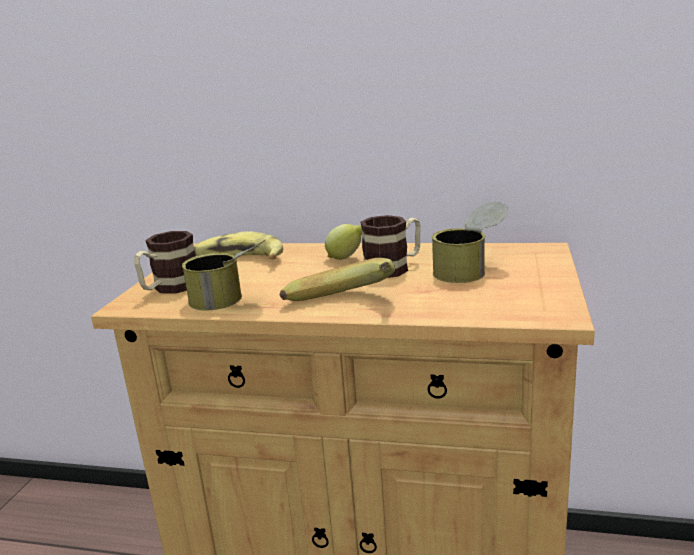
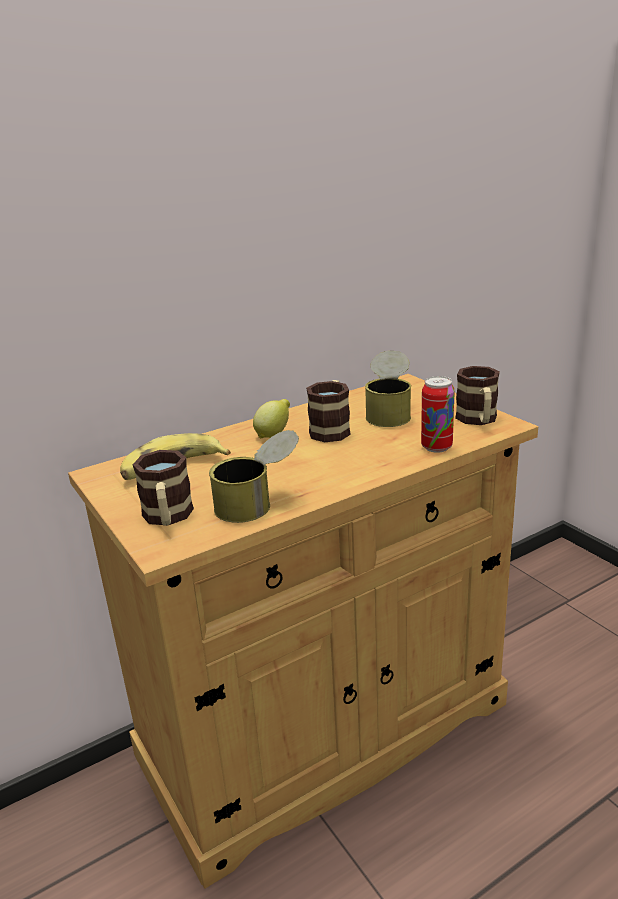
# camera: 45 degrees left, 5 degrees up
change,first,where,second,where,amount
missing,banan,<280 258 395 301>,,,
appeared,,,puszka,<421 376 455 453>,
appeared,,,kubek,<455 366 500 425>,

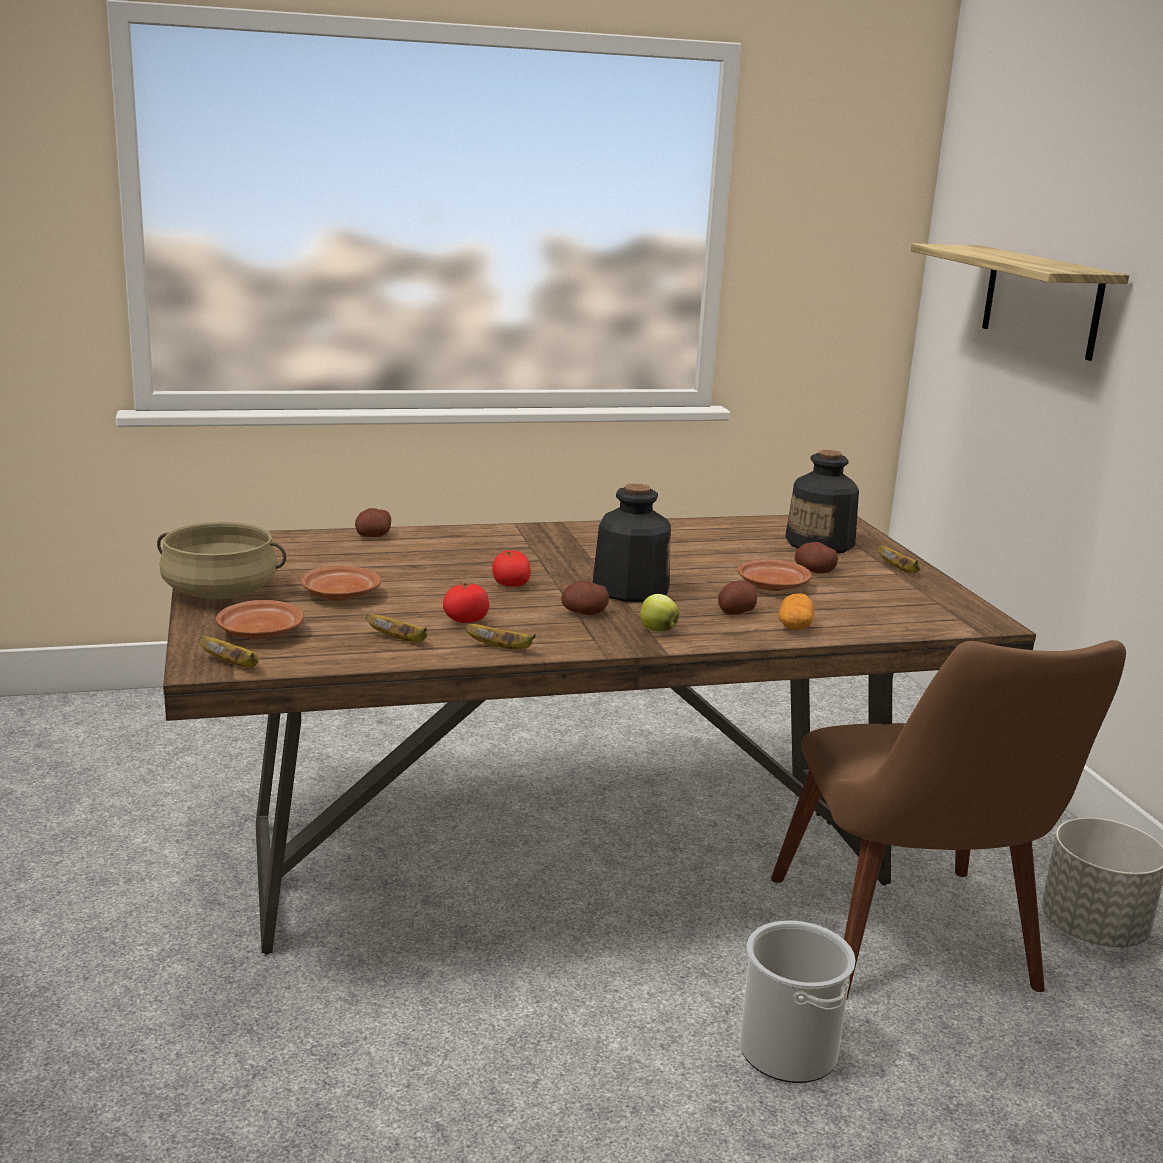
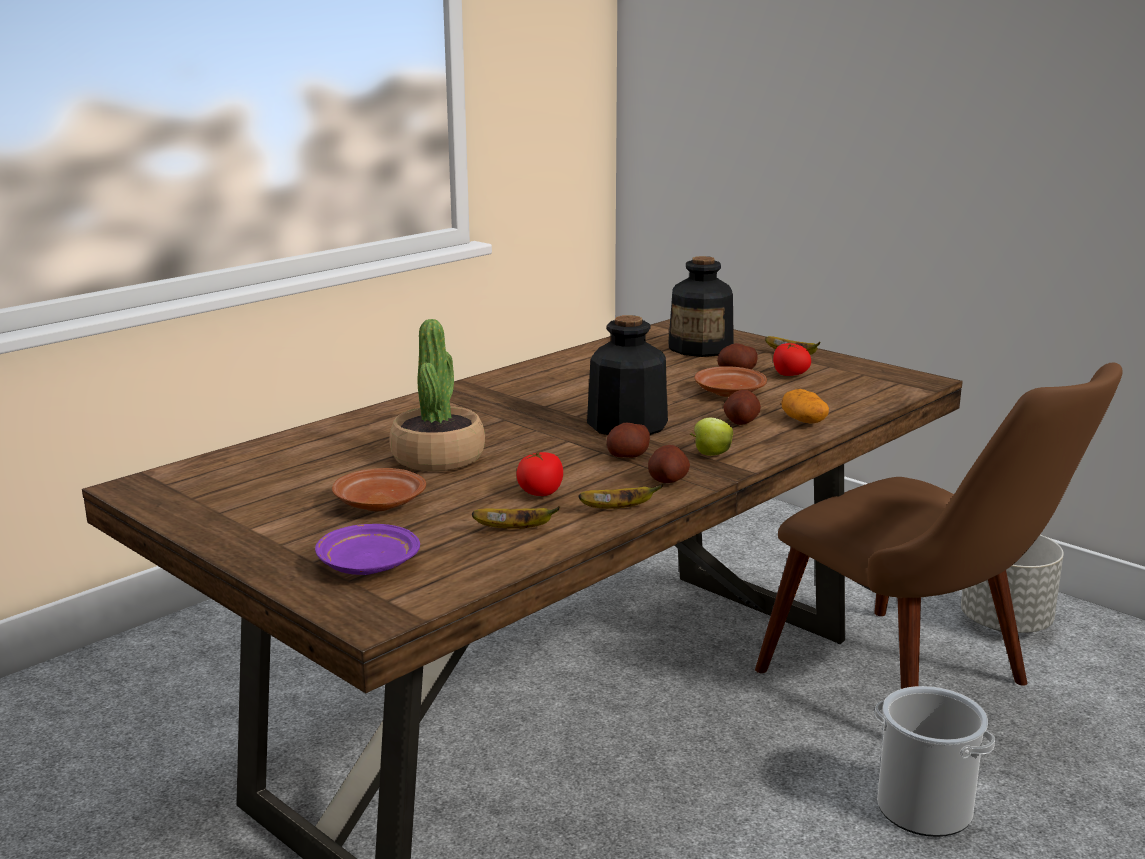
# camera: 30 degrees left, 0 degrees up
change,first,where,second,where,amount
missing,garnek (beżowy),<157 522 286 599>,,,
missing,banan,<198 636 259 668>,,,
missing,półka,<911 244 1129 361>,,,
appeared,,,roślina doniczkowa,<389 319 485 472>,
relocated,ziemniak,<355 508 391 537>,,<648 445 690 483>,
relocated,pomidor,<492 550 531 587>,,<773 343 811 376>,
colour,talerz (brązowy),<216 600 304 640>,talerz (fioletowy),<315 524 420 575>,

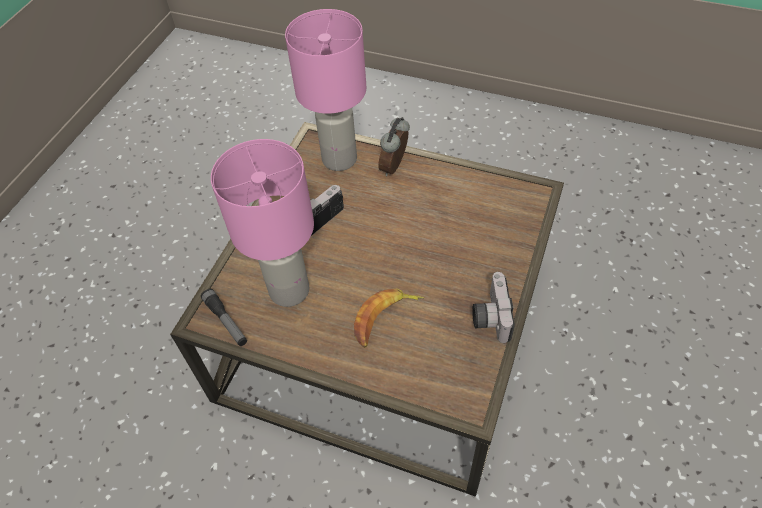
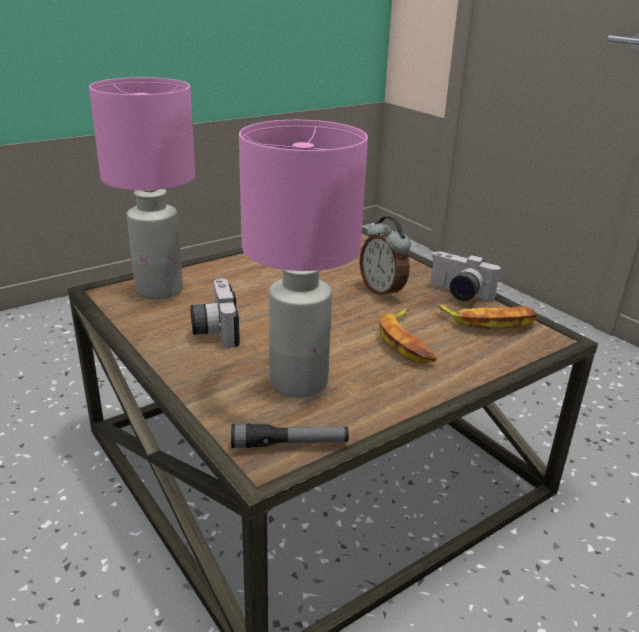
# camera: 60 degrees left, 25 degrees down
change,first,where,second,where,amount
appeared,,,banan,<438 304 537 329>,
relocated,budzik,<378 117 410 176>,,<360 216 411 300>,

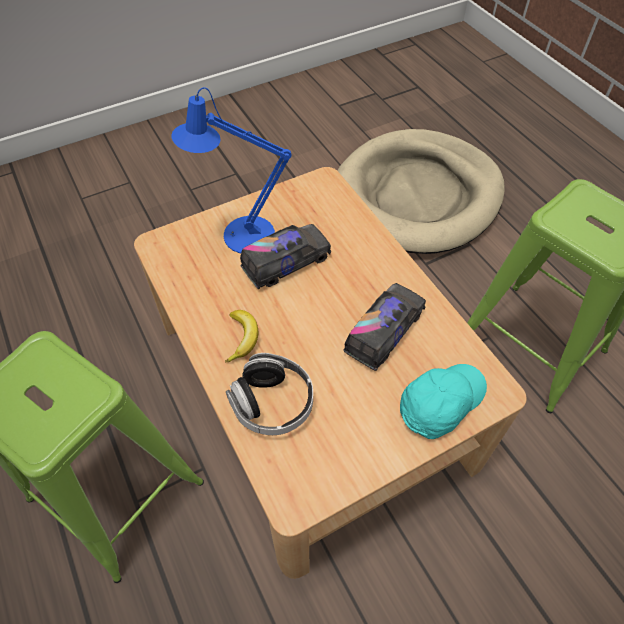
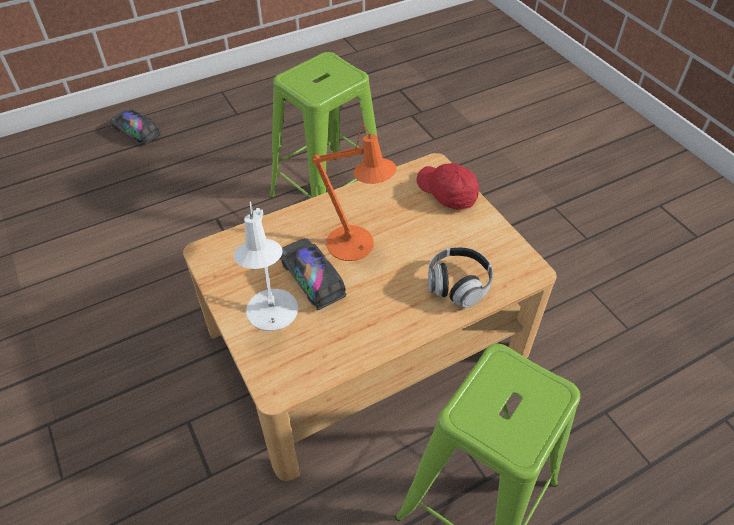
# camera: 90 degrees left, 5 degrees down
change,first,where,second,where,amount
missing,banan,<225 310 259 363>,,,
missing,legowisko (beżowy),<337 129 505 254>,,,
appeared,,,lampa stołowa (pomarańczowy),<312 125 397 261>,
relocated,ciężarówka zabawkowa,<343 283 426 371>,,<110 109 161 145>,
colour,lampa stołowa (niebieski),<172 87 292 253>,lampa stołowa (biały),<234 201 298 331>,
colour,czapka z daszkiem (turkusowy),<400 364 487 439>,czapka z daszkiem (czerwony),<417 163 479 210>,

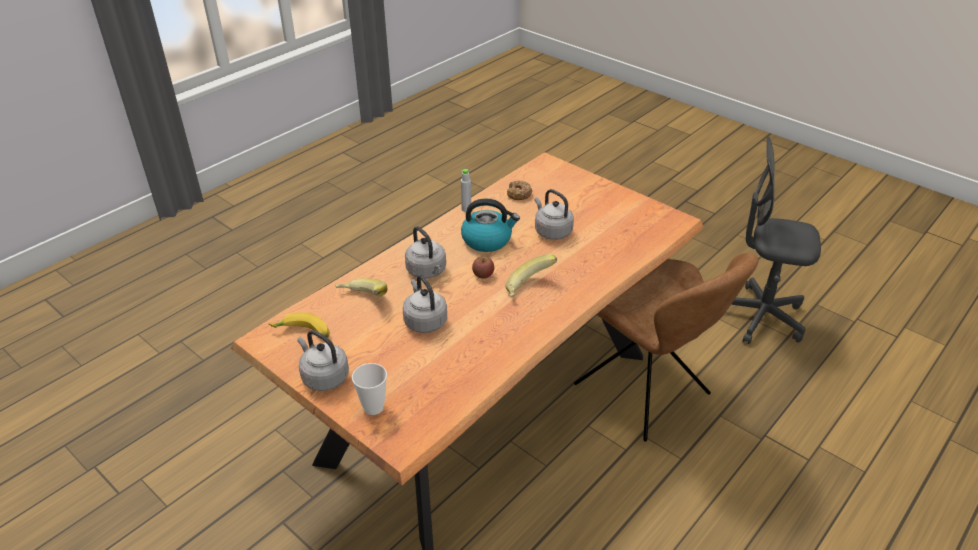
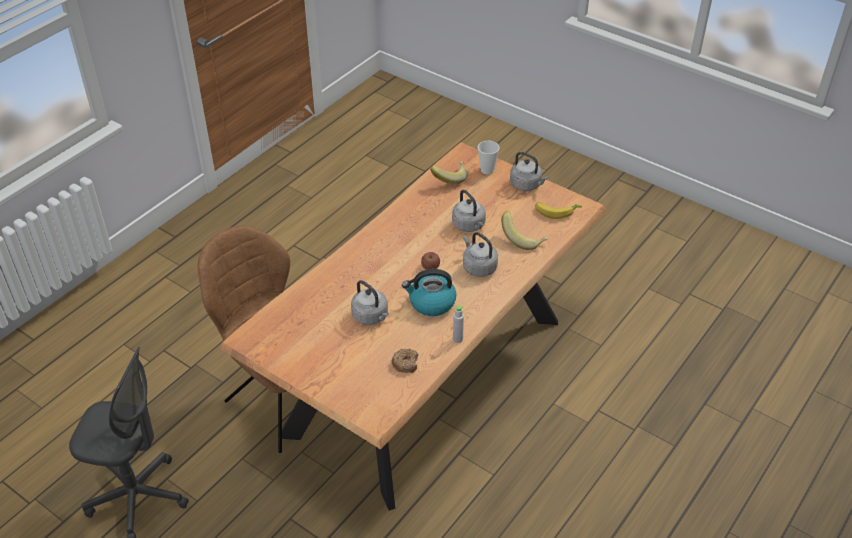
# camera: 175 degrees right, 5 degrees up
change,first,where,second,where,amount
relocated,banan,<505 254 557 297>,,<430 161 468 184>,

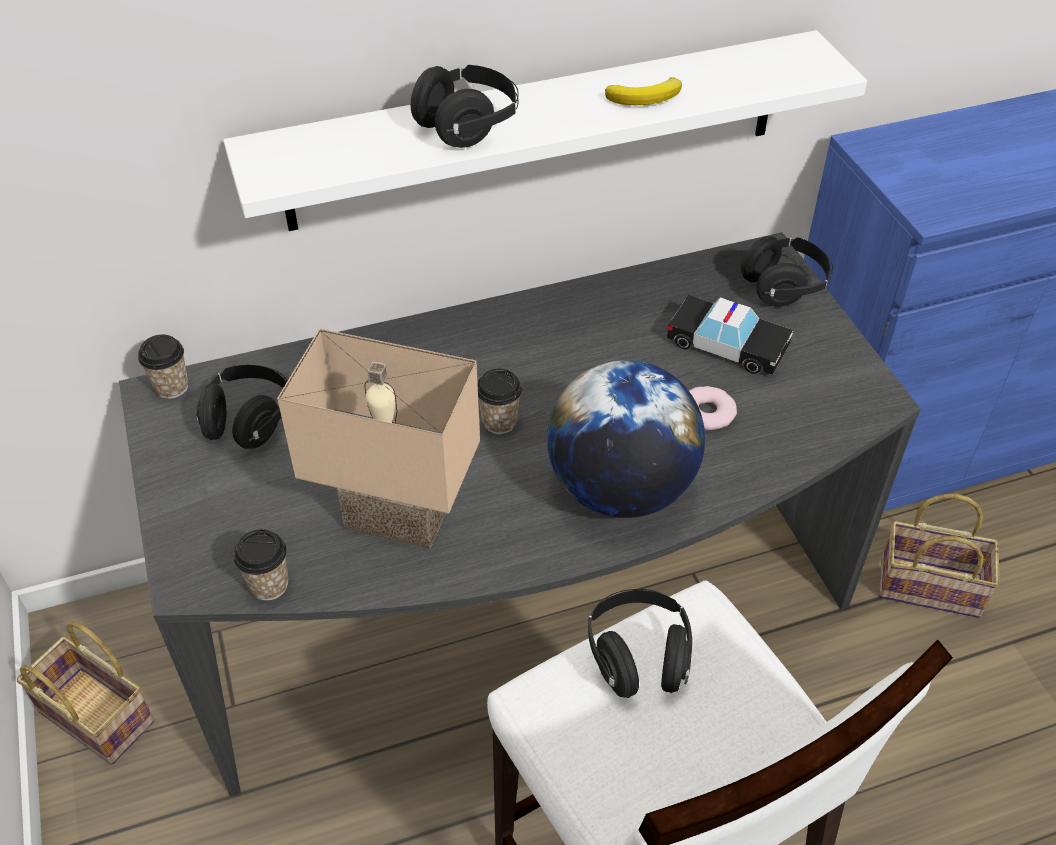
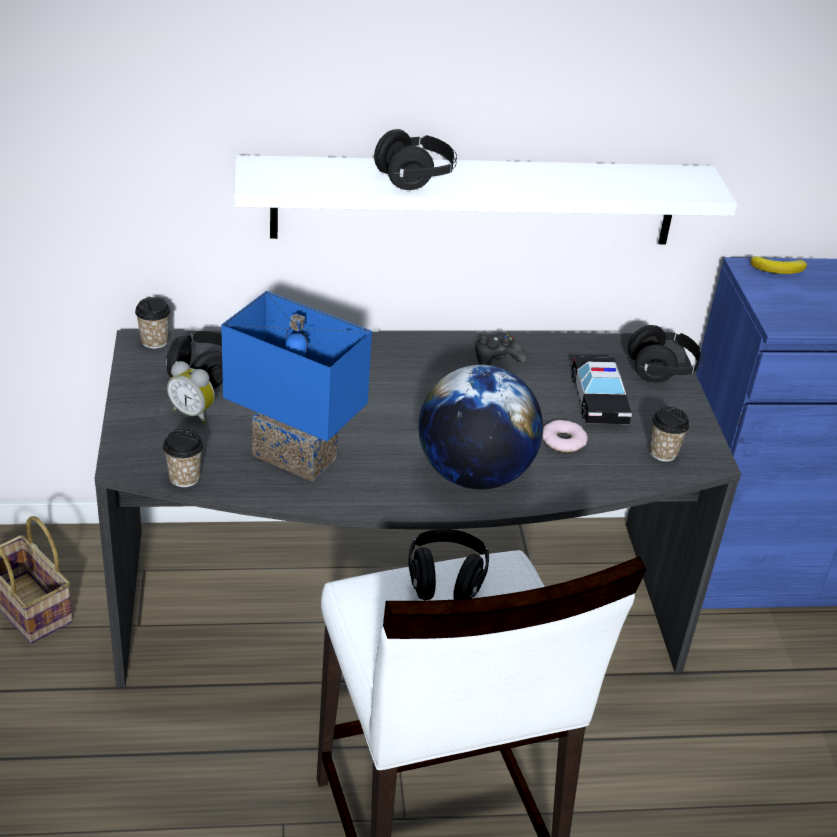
# camera: 10 degrees right, 10 degrees down
change,first,where,second,where,amount
missing,koszyk,<879 493 999 618>,,,
appeared,,,budzik,<167 361 215 424>,
appeared,,,pad do gier (czarny),<475 334 527 365>,
relocated,filiżanka,<477 369 522 434>,,<649 407 689 462>,
relocated,banan,<605 77 682 105>,,<751 256 807 274>,
colour,lampa stołowa (beżowy),<277 329 480 549>,lampa stołowa (niebieski),<221 291 372 482>,
spun,samochodzik,<667 295 793 375>,,<572 357 632 424>,45 degrees clockwise

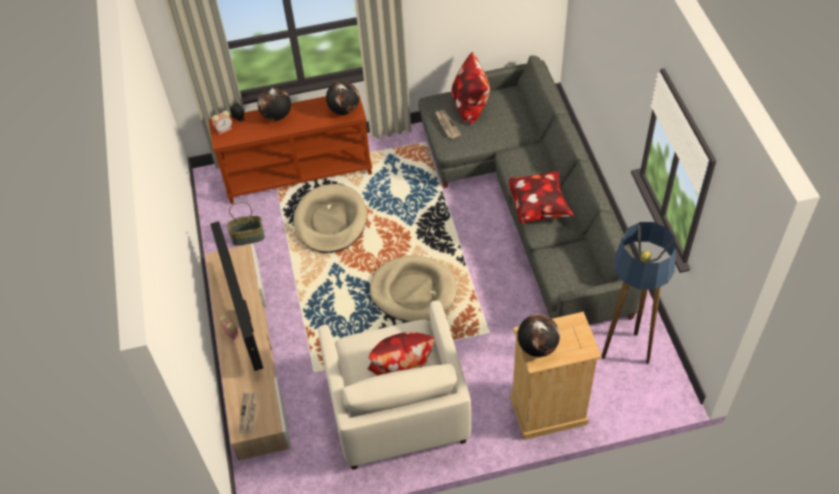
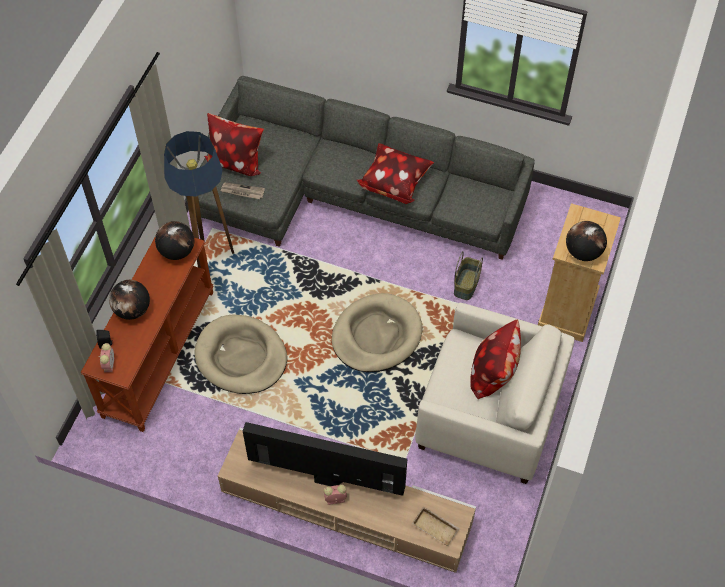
# camera: 60 degrees left, 5 degrees up
change,first,where,second,where,amount
relocated,koszyk,<227 202 265 246>,,<454 251 483 300>,
relocated,lampa stojąca,<602 222 676 364>,,<164 131 234 276>,
exchanged,gazeta,<239 392 259 433>,taca (beżowy),<412 506 460 546>,

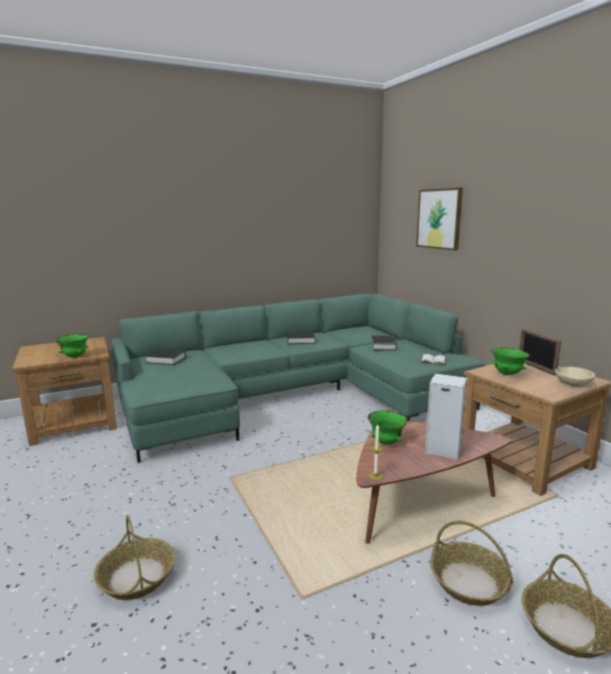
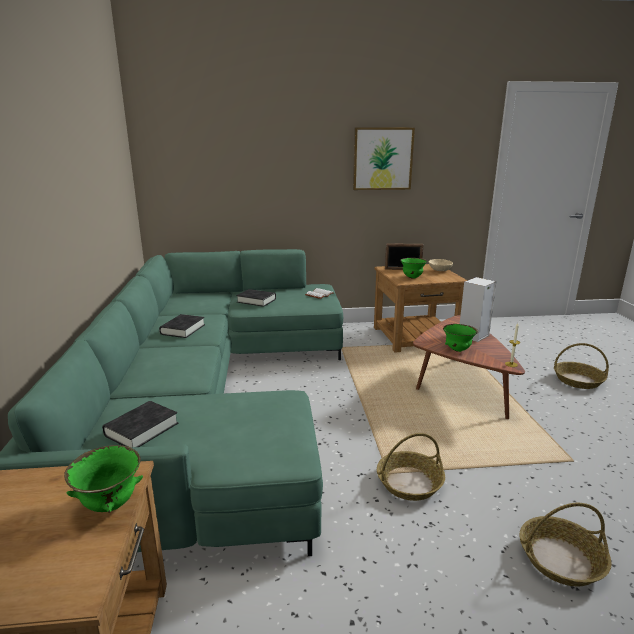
# camera: 70 degrees left, 5 degrees up
change,first,where,second,where,amount
relocated,obraz,<416 188 463 250>,,<353 128 415 190>,
relocated,koszyk,<430 521 513 606>,,<377 433 445 501>,

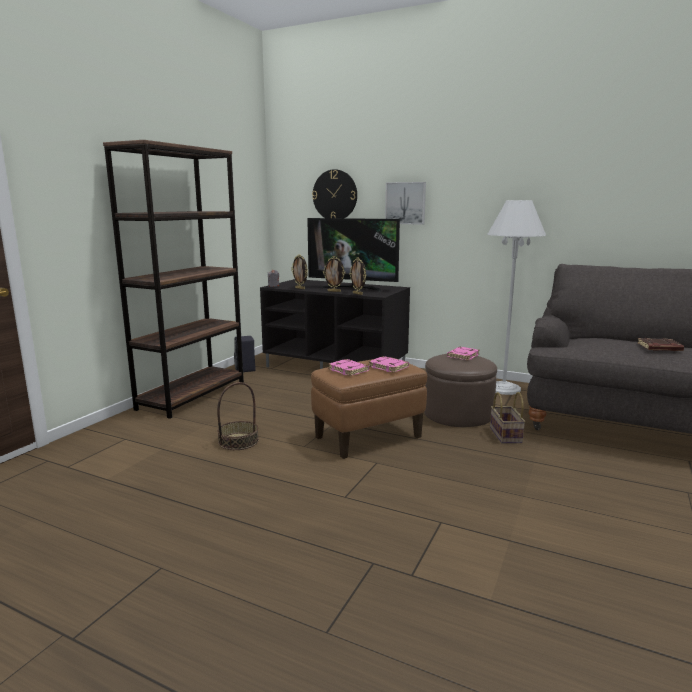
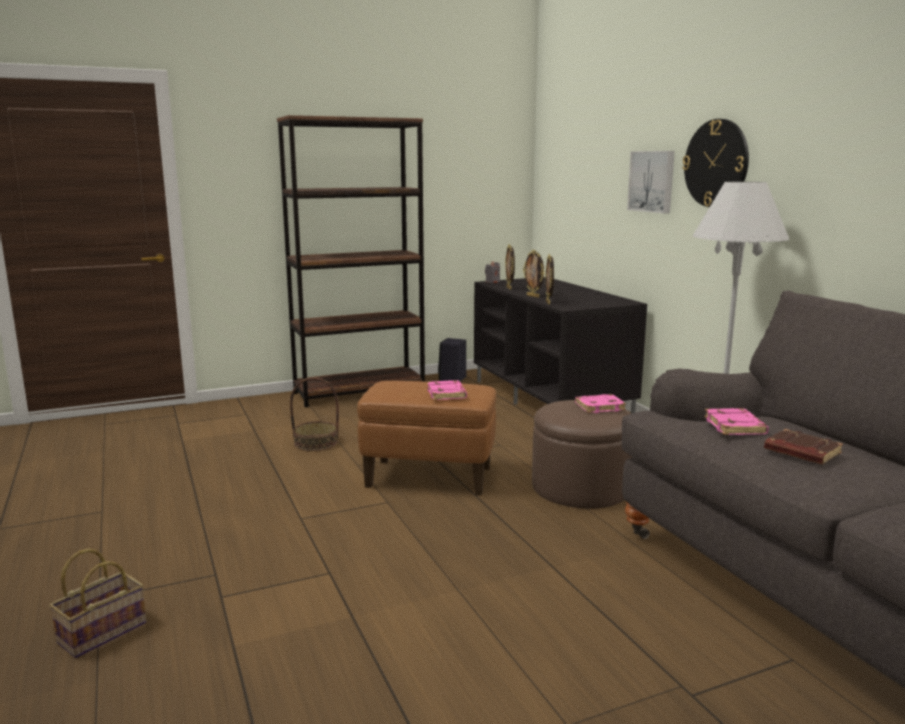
# camera: 40 degrees right, 0 degrees up
change,first,where,second,where,amount
missing,telewizor,<307 218 400 292>,,,
relocated,zegar ścienny,<312 169 357 218>,,<682 119 749 207>,
relocated,książka (różowy),<328 359 369 376>,,<704 408 769 435>,
relocated,koszyk,<490 392 525 444>,,<49 548 147 658>,

